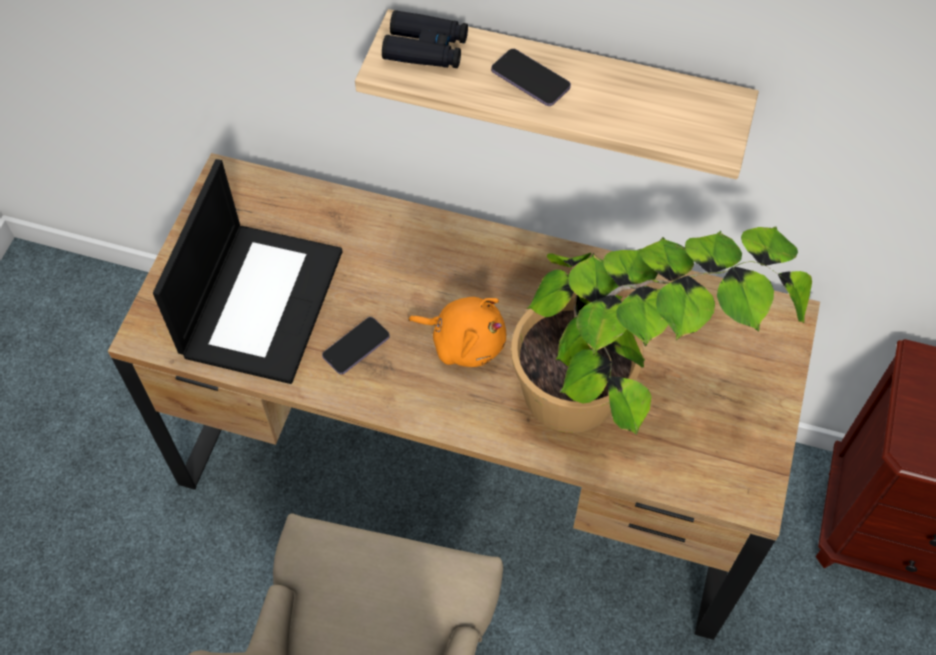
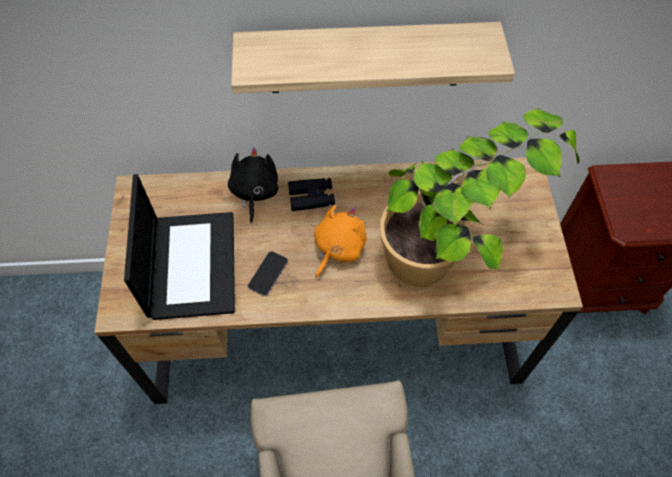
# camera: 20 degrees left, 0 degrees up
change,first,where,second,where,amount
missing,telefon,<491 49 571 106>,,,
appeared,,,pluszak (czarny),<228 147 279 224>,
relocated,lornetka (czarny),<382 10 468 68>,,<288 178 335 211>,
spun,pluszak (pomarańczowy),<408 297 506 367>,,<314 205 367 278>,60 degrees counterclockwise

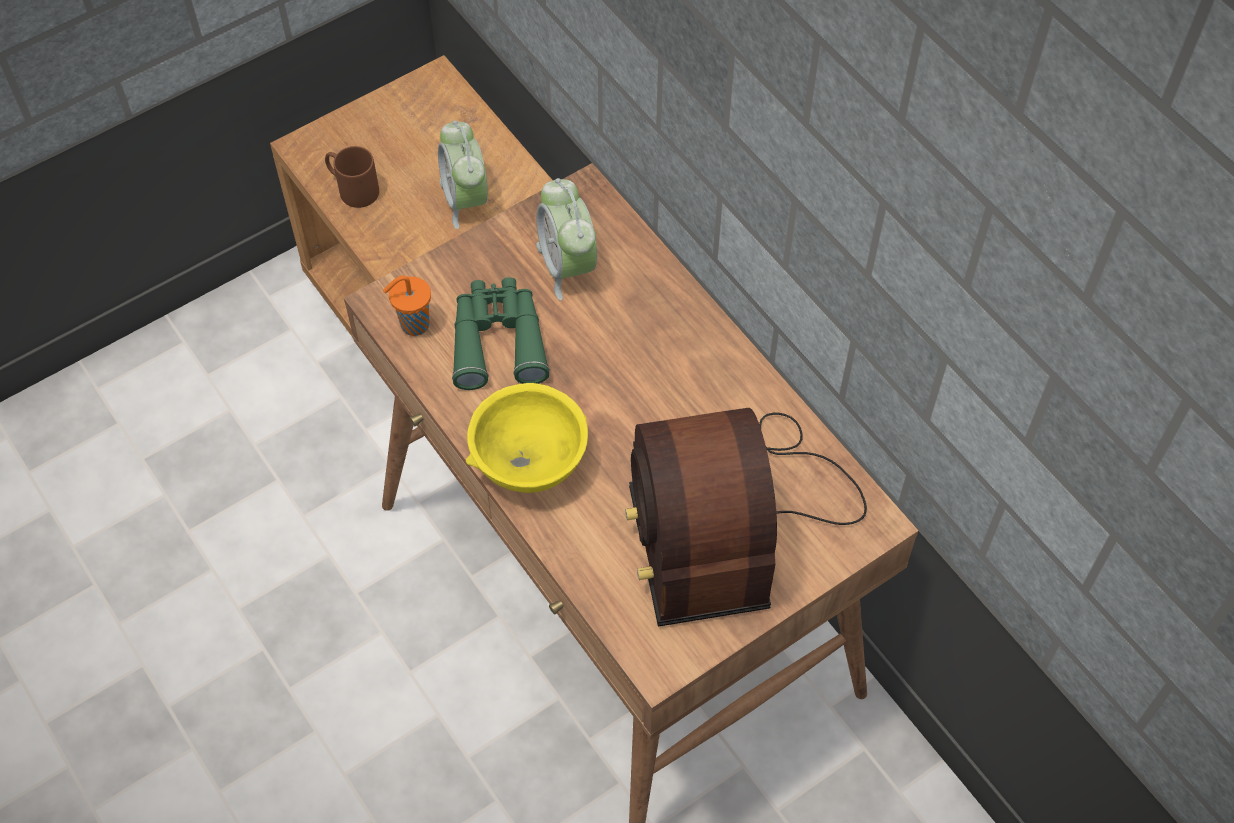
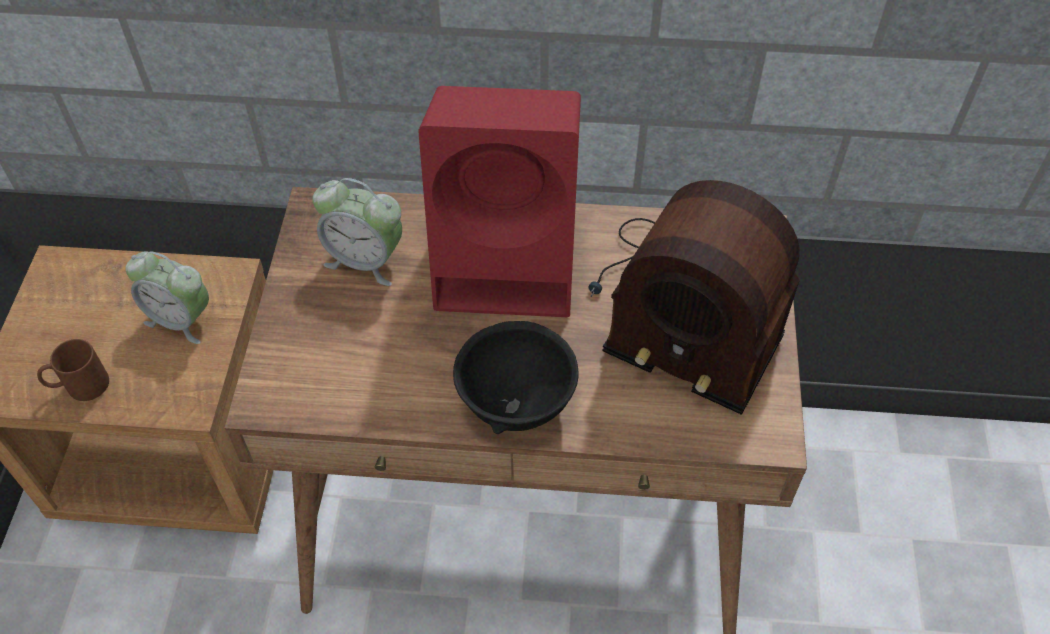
# camera: 50 degrees left, 5 degrees down
change,first,where,second,where,amount
missing,filiżanka (pomarańczowy),<383 275 431 336>,,,
missing,lornetka (zielony),<452 277 550 390>,,,
appeared,,,głośnik (czerwony),<418 86 581 317>,
colour,miska (żółty),<466 383 588 493>,miska (czarny),<453 321 579 434>,

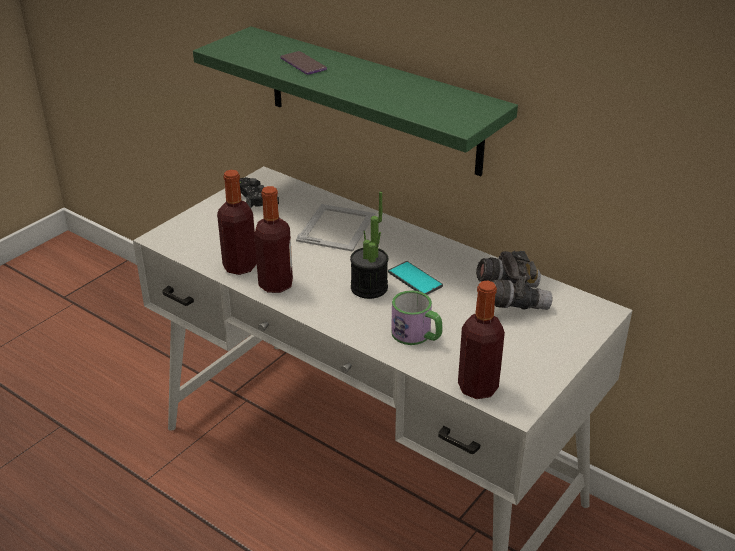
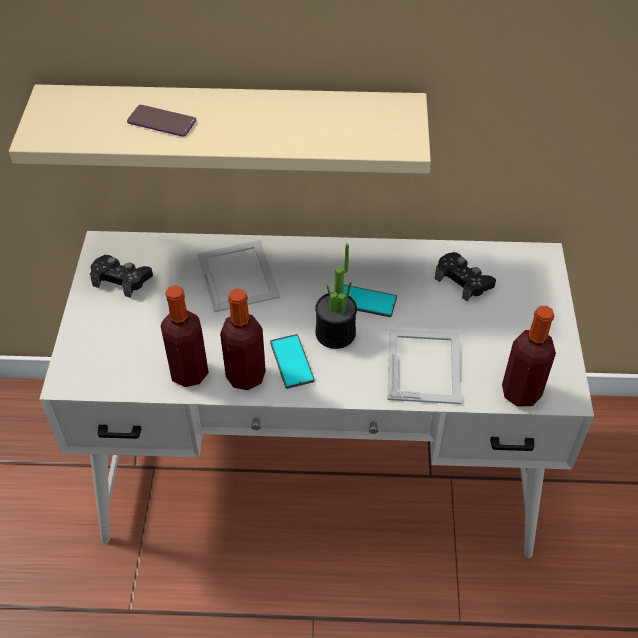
# camera: 35 degrees left, 15 degrees up
change,first,where,second,where,amount
appeared,,,telefon,<270 334 315 389>,
exchanged,kubek,<391 290 443 345>,ramka na zdjęcie,<387 329 462 404>,
exchanged,lornetka (szary),<476 251 552 310>,pad do gier (czarny),<435 252 496 302>,
colour,półka (zielony),<193 26 518 176>,półka (beżowy),<9 85 431 174>,

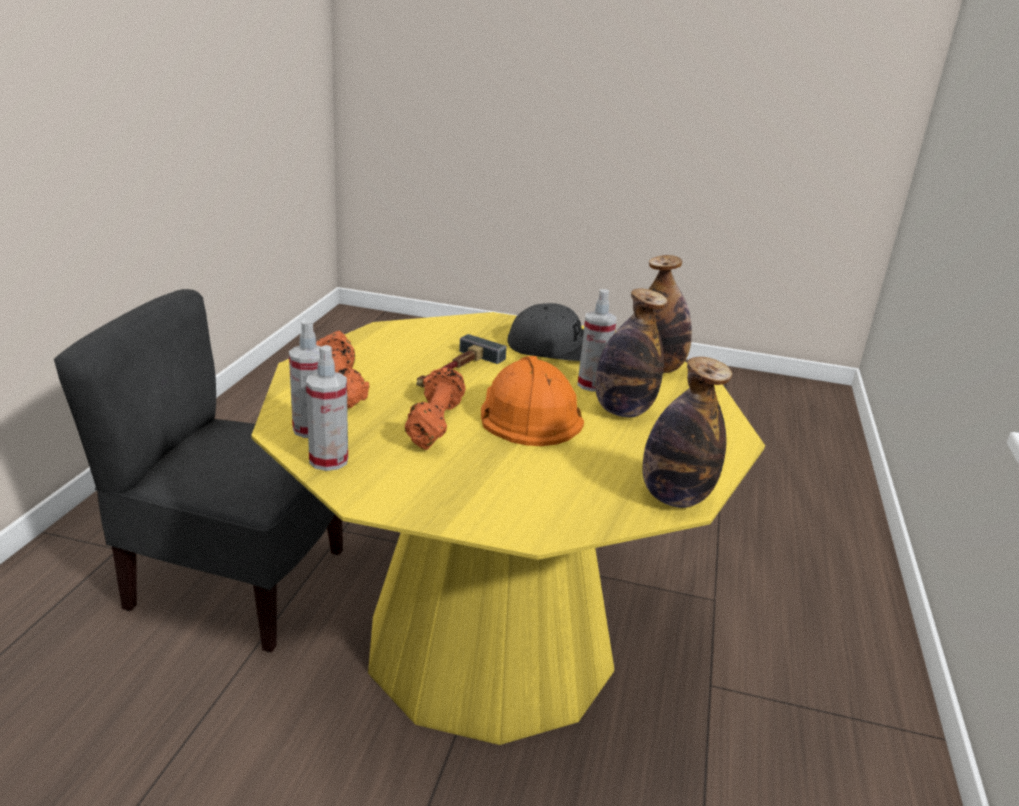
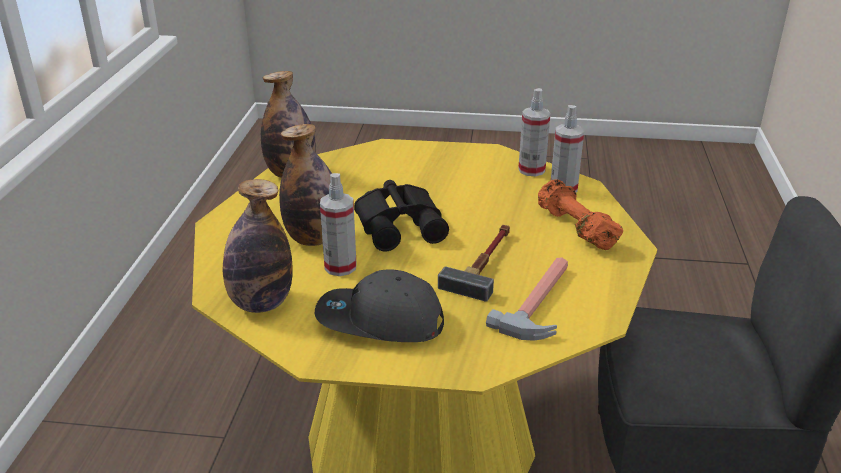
# camera: 175 degrees right, 5 degrees up
change,first,where,second,where,amount
missing,hantel (pomarańczowy),<405 367 466 450>,,,
appeared,,,młotek,<486 257 568 341>,
exchanged,kask (pomarańczowy),<481 356 584 446>,lornetka (czarny),<354 180 449 251>,

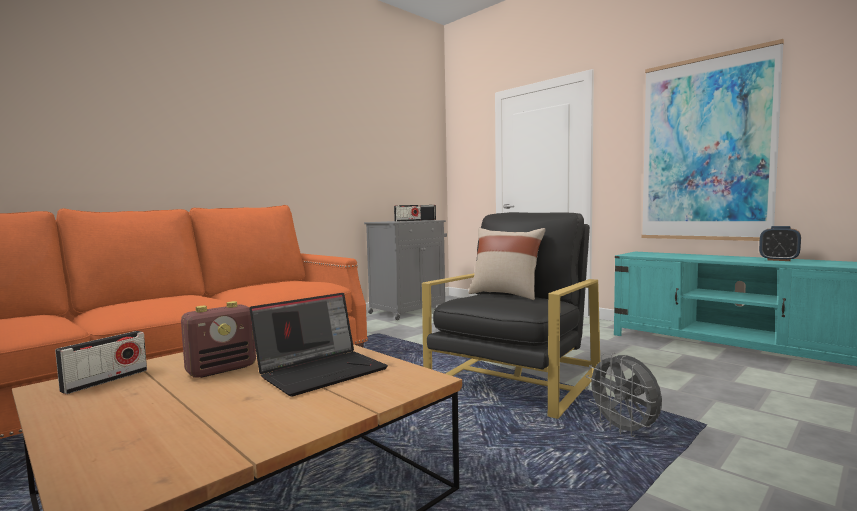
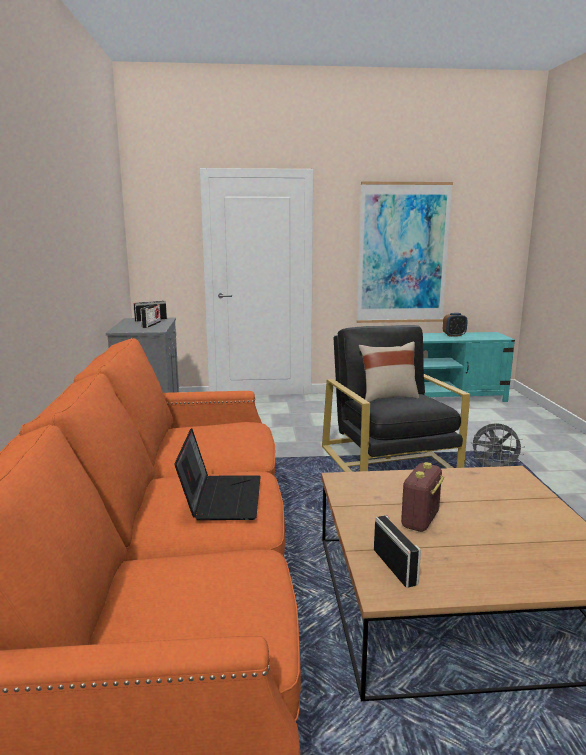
# camera: 50 degrees left, 10 degrees up
change,first,where,second,where,amount
relocated,laptop,<249 293 388 396>,,<174 428 261 520>,
spun,radio,<181 301 256 378>,,<401 462 444 532>,150 degrees counterclockwise

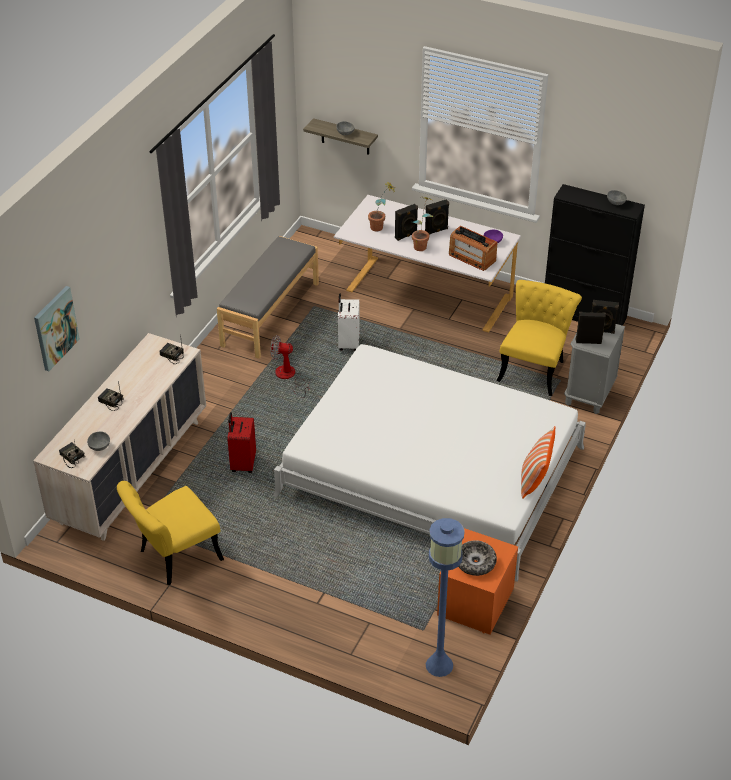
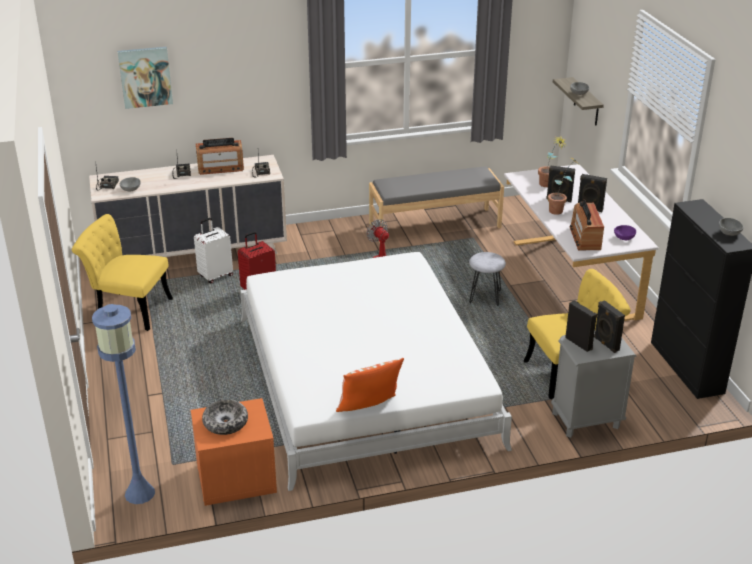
# camera: 50 degrees right, 10 degrees down
change,first,where,second,where,amount
appeared,,,radio,<196 138 244 175>,
appeared,,,stołek (szary),<469 252 506 306>,
relocated,walizka (biały),<338 294 360 351>,,<194 218 233 283>,

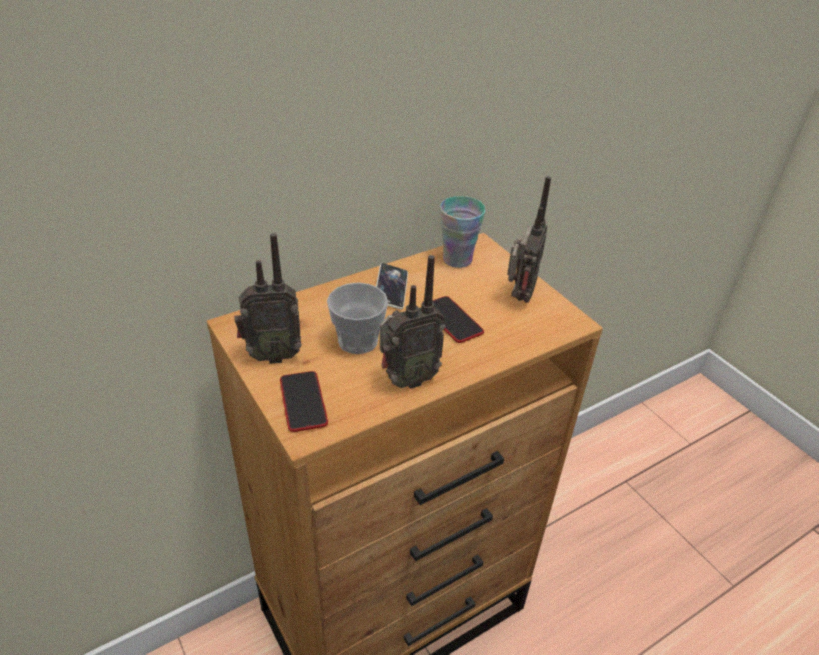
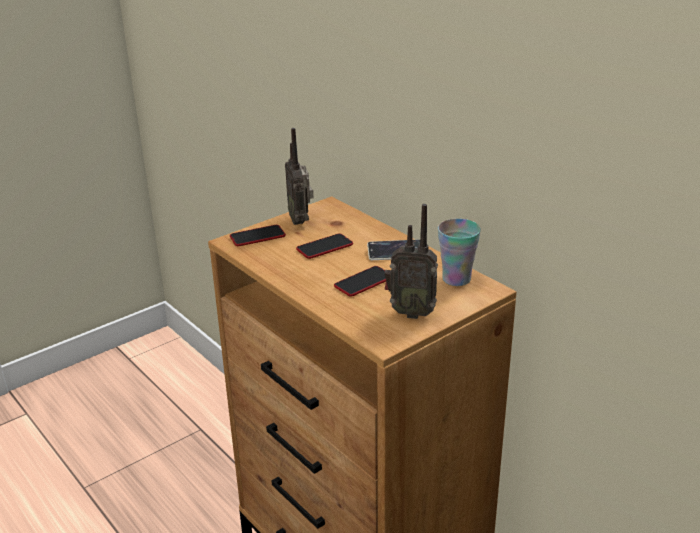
# camera: 85 degrees right, 10 degrees down
change,first,where,second,where,amount
missing,radio,<380 255 445 389>,,,
exchanged,filiżanka,<327 283 388 354>,telefon,<296 233 353 259>,

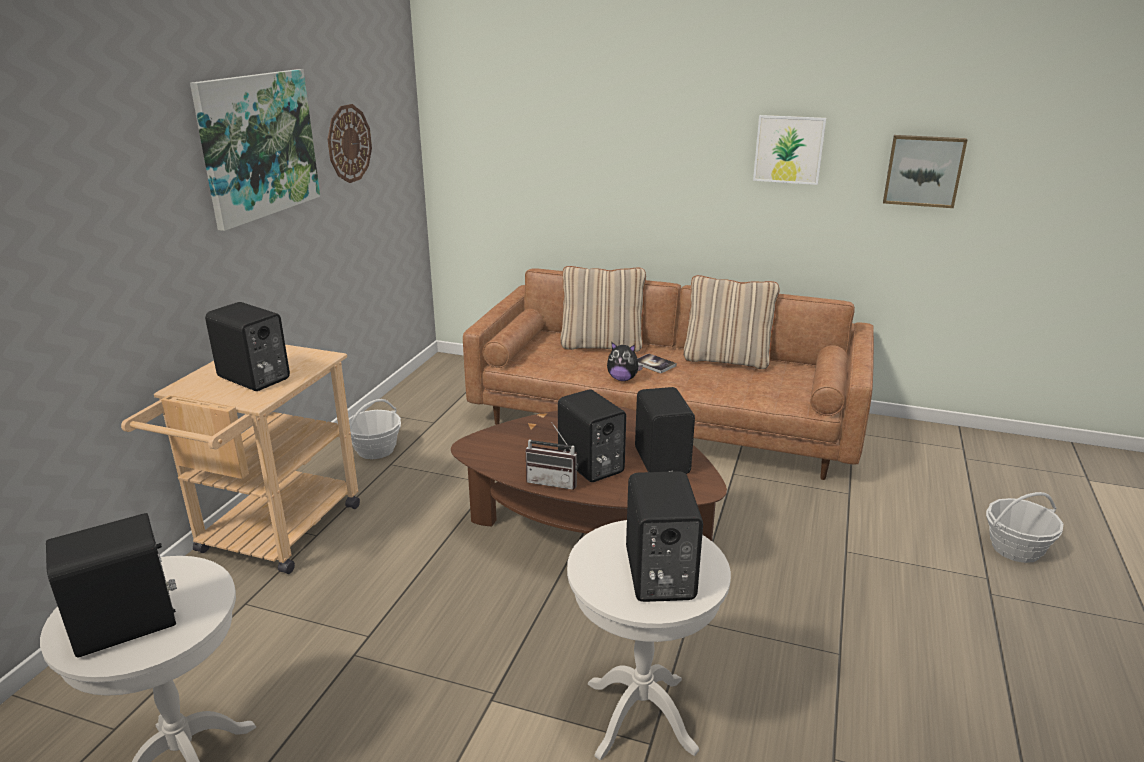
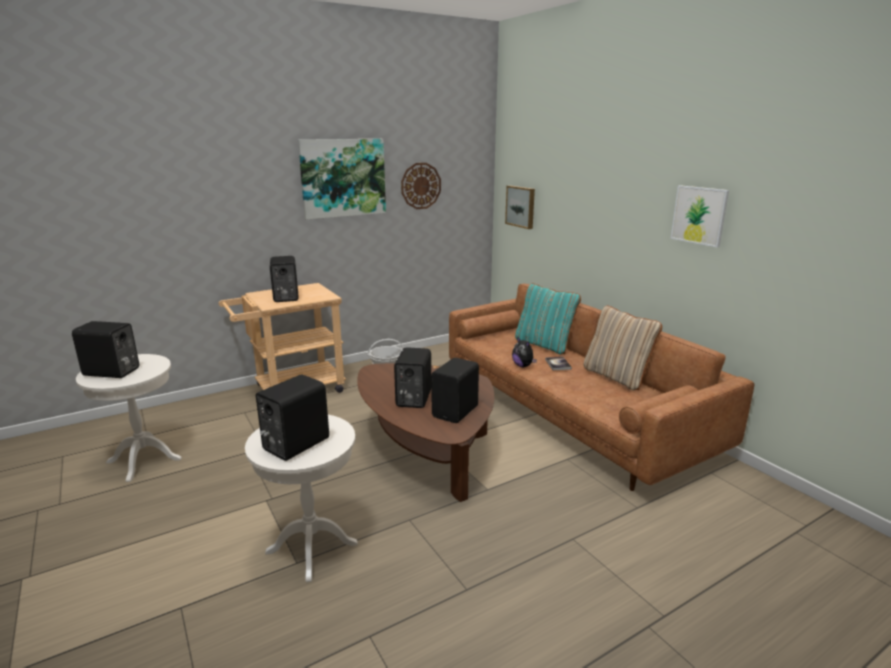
# camera: 40 degrees right, 5 degrees down
change,first,where,second,where,amount
missing,radio,<526 422 578 490>,,,
missing,koszyk,<986 492 1063 563>,,,
relocated,obraz,<883 135 968 208>,,<505 185 535 229>,
colour,poduszka (beżowy),<560 266 646 352>,poduszka (turkusowy),<515 283 581 354>,

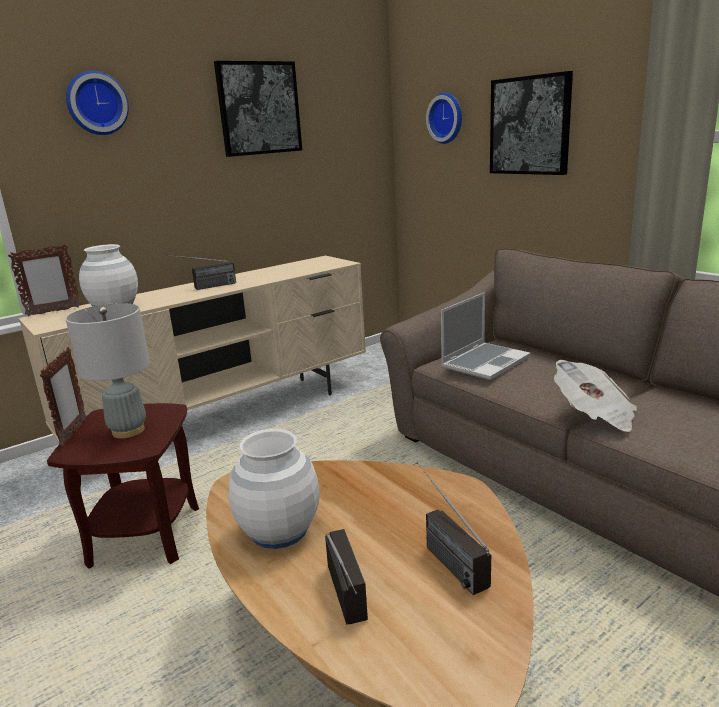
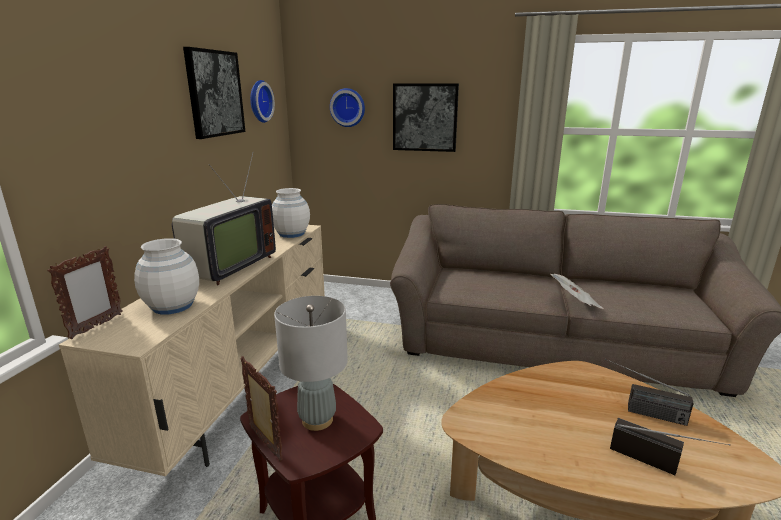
# camera: 40 degrees left, 0 degrees up
change,first,where,second,where,amount
missing,laptop,<441 292 531 380>,,,
relocated,zegar ścienny,<66 71 129 135>,,<250 80 275 123>,
relocated,wazon (biały),<229 429 320 549>,,<272 188 310 238>,
exchanged,radio,<166 255 236 290>,telewizor,<172 153 276 285>,

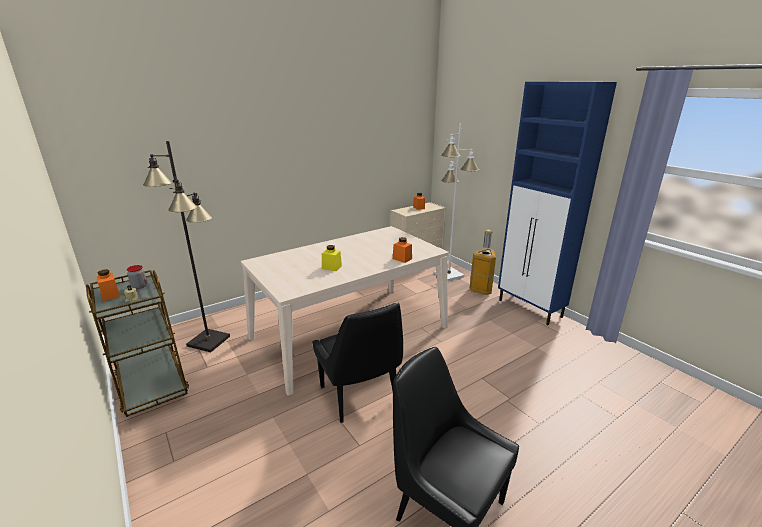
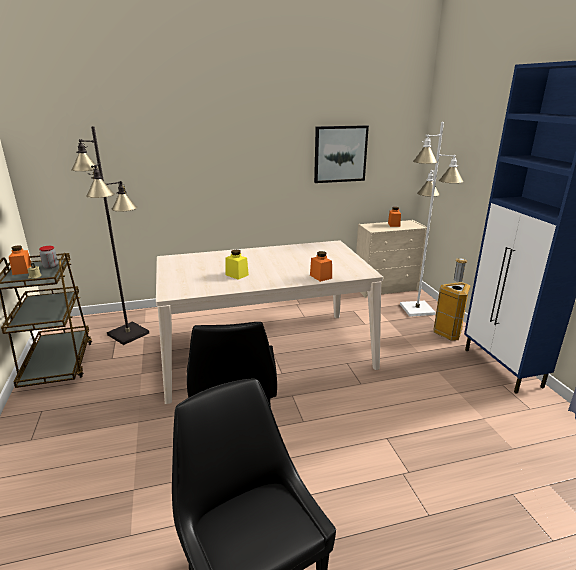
# camera: 20 degrees right, 0 degrees up
change,first,where,second,where,amount
appeared,,,obraz,<314 125 369 183>,

